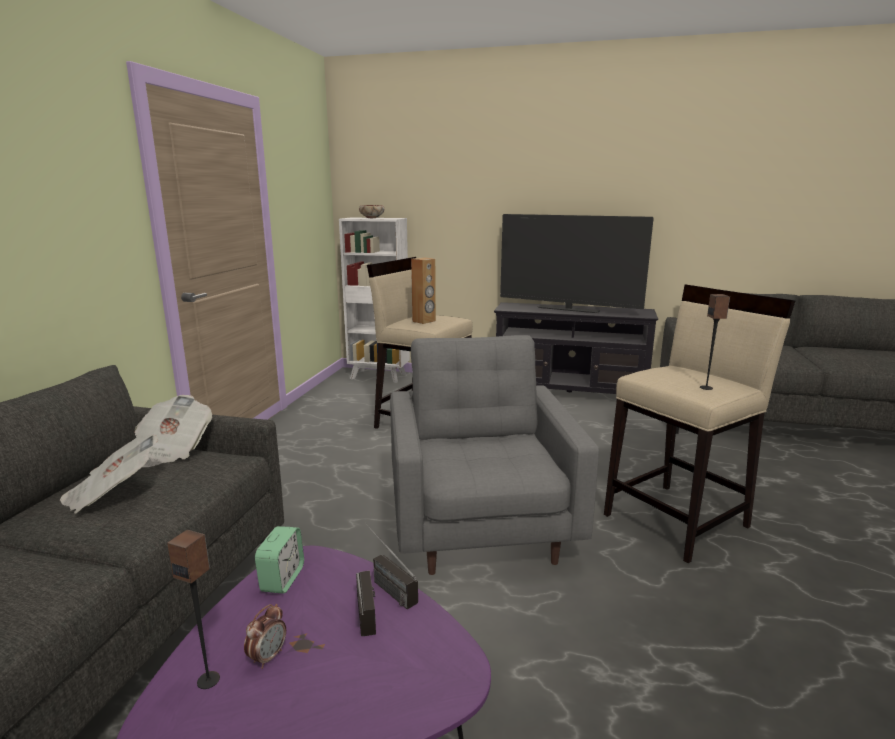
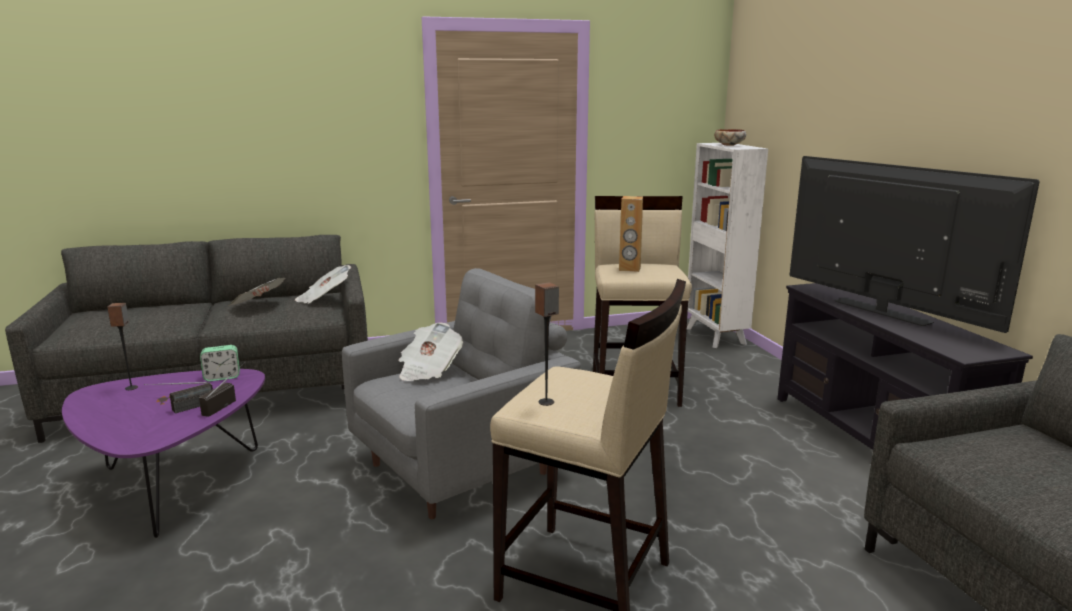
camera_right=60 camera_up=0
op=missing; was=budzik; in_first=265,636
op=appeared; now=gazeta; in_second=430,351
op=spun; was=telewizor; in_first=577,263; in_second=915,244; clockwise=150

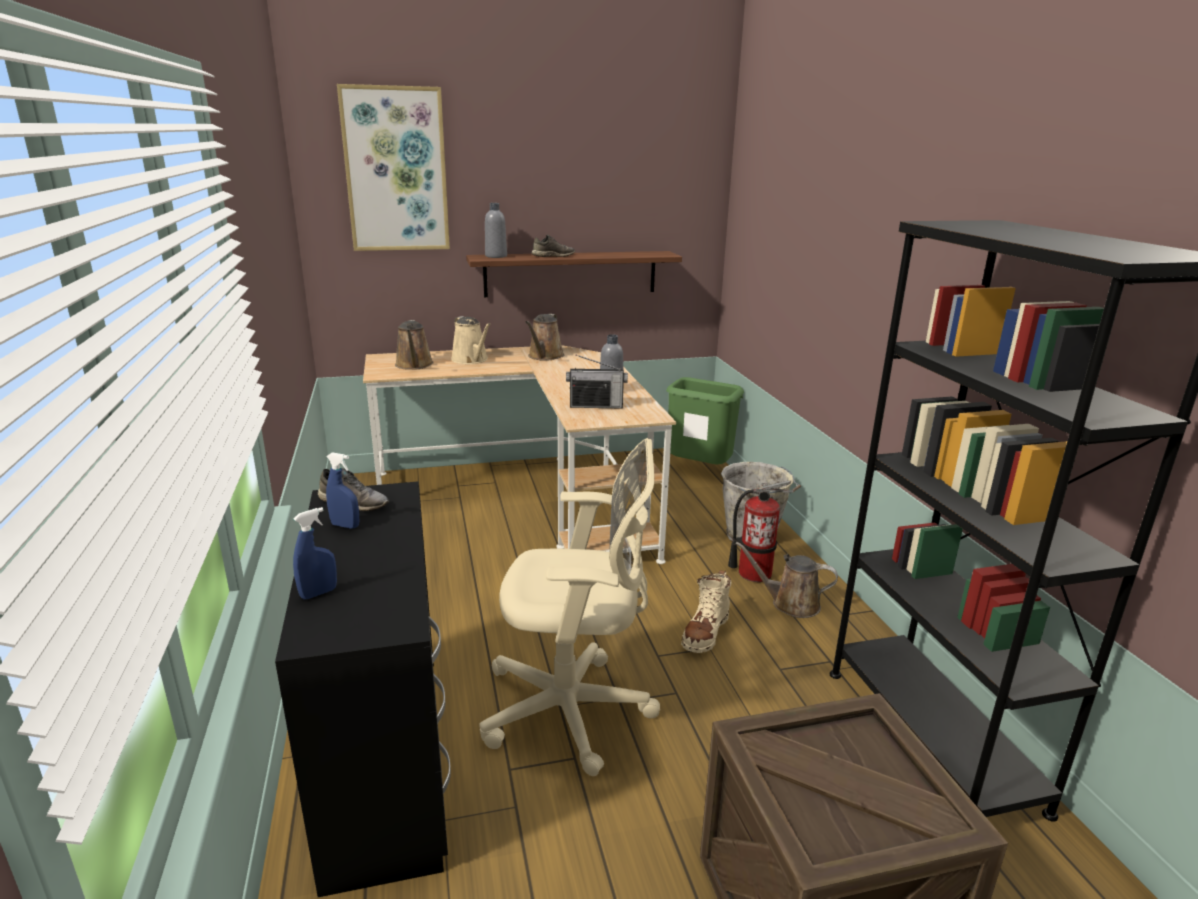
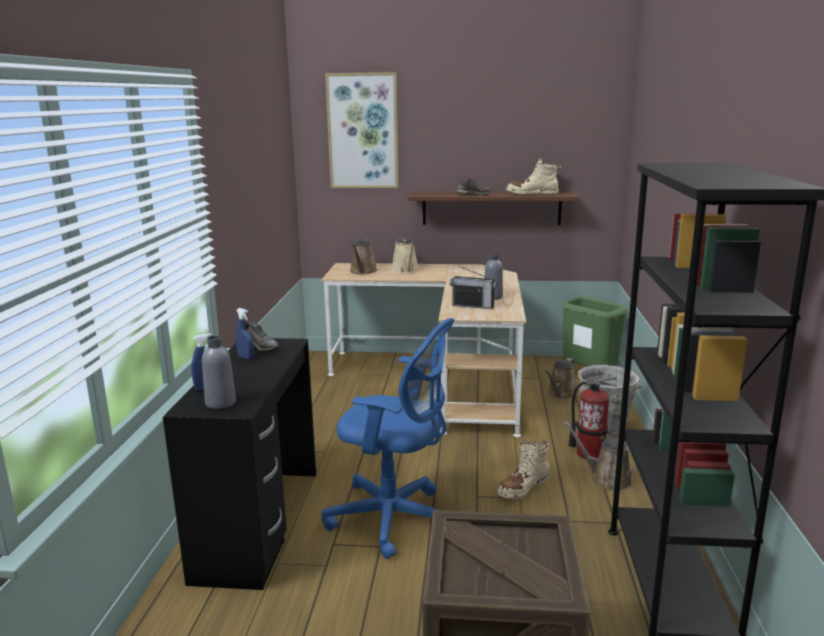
camera_right=20 camera_up=-5
op=appeared; now=but z cholewką [beżowy]; in_second=533,176
op=relocated; was=butelka [szary]; in_first=496,230; in_second=219,372
op=relocated; was=konewka [brązowy]; in_first=544,337; in_second=561,378
op=colour; was=krzesło biurowe [beżowy]; now=krzesło biurowe [niebieski]; in_first=569,607; in_second=388,438

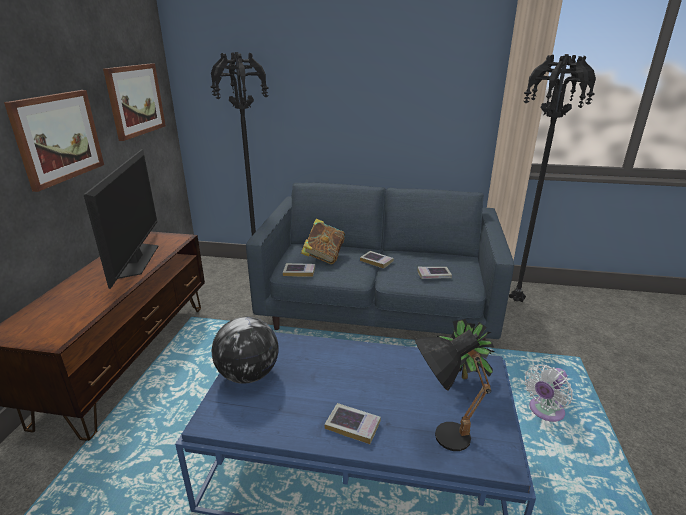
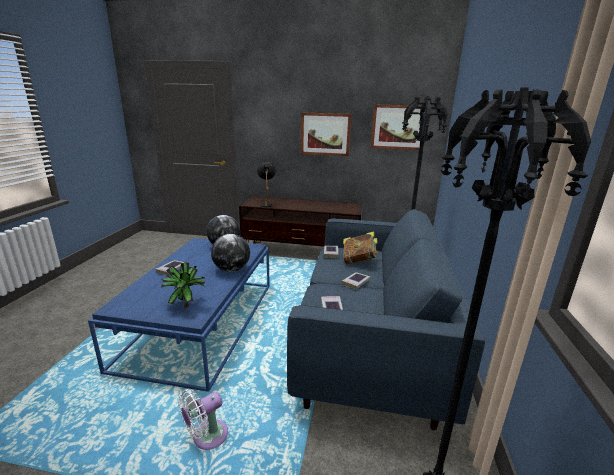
camera_right=90 camera_up=-5
op=missing; was=telewizor; in_first=121,219
op=appeared; now=globus; in_second=230,253
op=relocated; was=lampa stołowa [czarny]; in_first=453,390; in_second=266,184
op=spun; was=wentylator [biały]; in_first=548,393; in_second=203,419; clockwise=-90

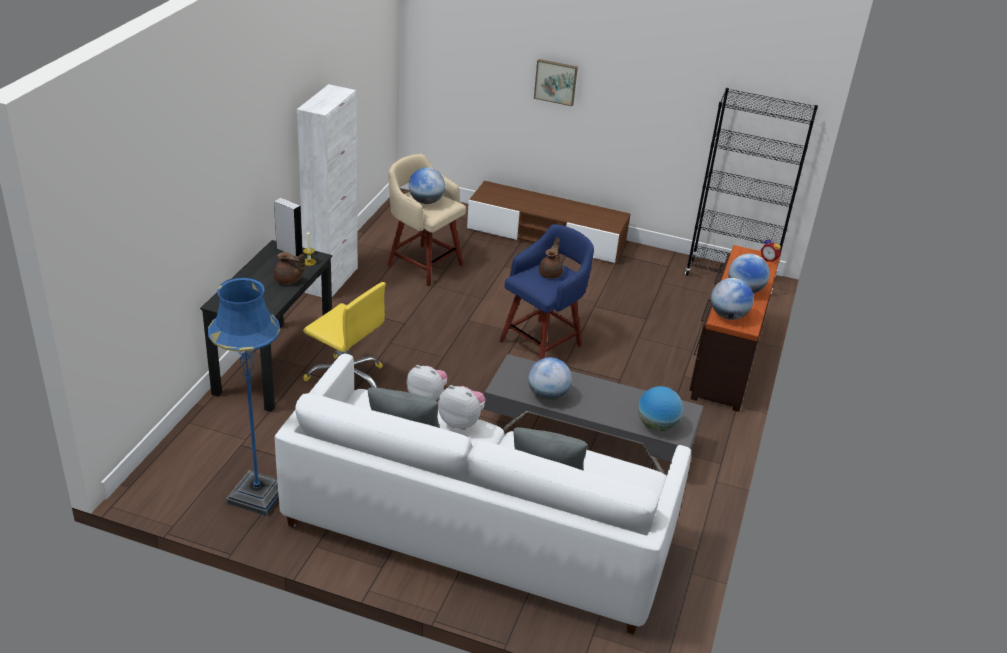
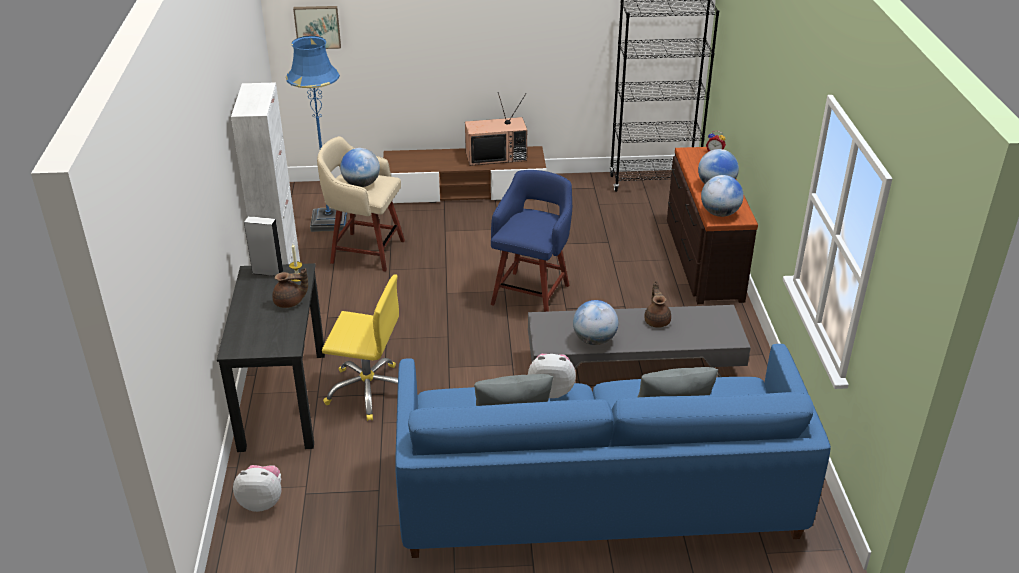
camera_right=-20 camera_up=0
op=missing; was=globus; in_first=660,408
op=appeared; now=telewizor; in_second=496,129
op=relocated; was=lampa stojąca [niebieski]; in_first=244,397; in_second=316,134
op=relocated; was=pluszak; in_first=427,382; in_second=257,488
op=relocated; was=obraz; in_first=556,82; in_second=317,27
op=relocated; was=imbryk [brązowy]; in_first=551,258; in_second=657,304
op=colour; was=kanapa [biały]; now=kanapa [niebieski]; in_first=483,494; in_second=613,451

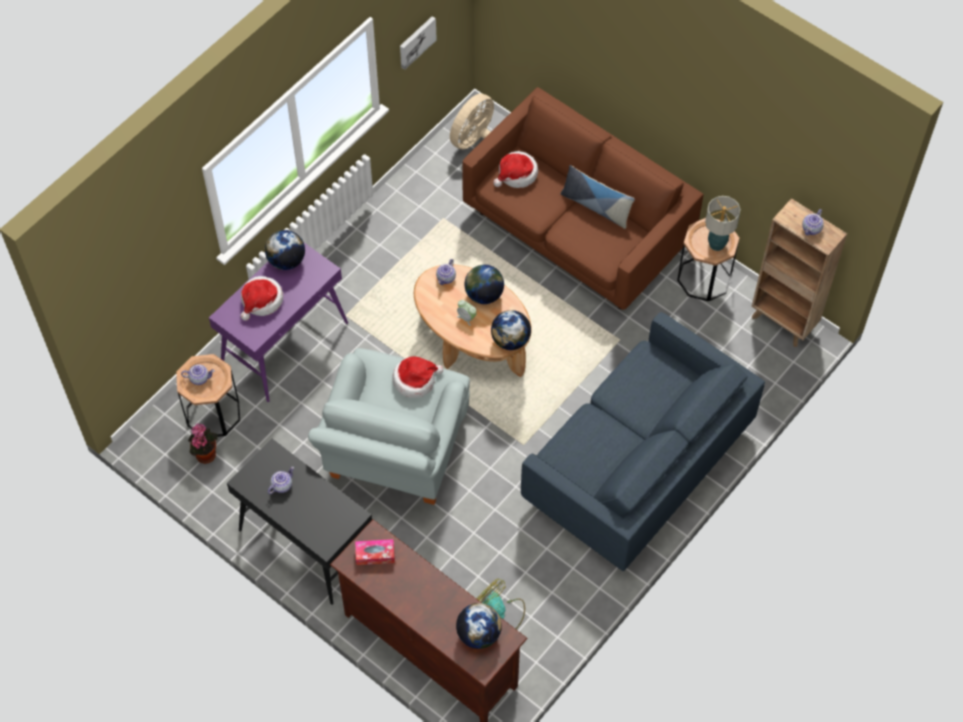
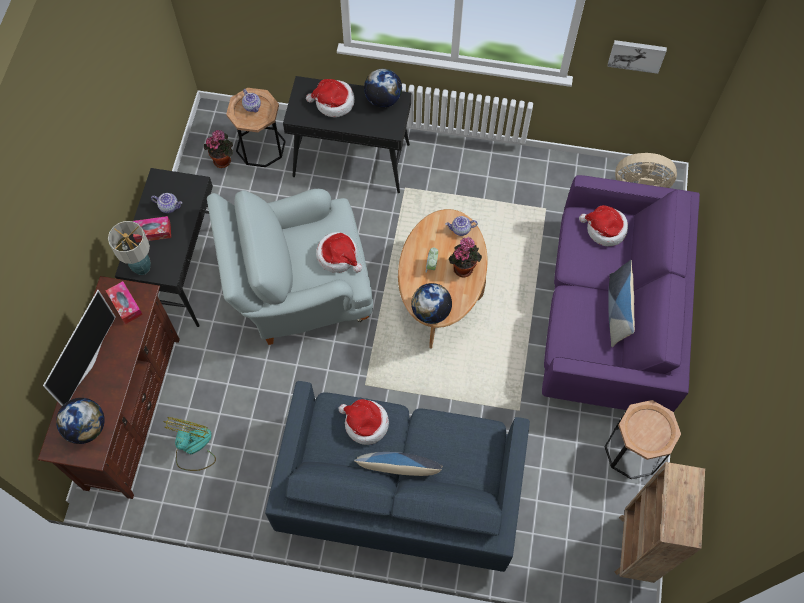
camera_right=60 camera_up=5
op=missing; was=imbryk; in_first=813,222
op=appeared; now=telewizor; in_second=79,348
op=appeared; now=pudełko chusteczek; in_second=152,229
op=appeared; now=kapelusz; in_second=364,422
op=appeared; now=poduszka; in_second=398,464
op=relocated; was=lampa stołowa; in_first=723,223; in_second=129,248
op=exchanged; was=globus; now=roślina doniczkowa; in_first=484,284; in_second=465,257
op=colour; was=stolik konsolowy [fioletowy]; now=stolik konsolowy [czarny]; in_first=278,322; in_second=347,134
op=colour; was=kanapa [brązowy]; now=kanapa [fioletowy]; in_first=583,198; in_second=621,293

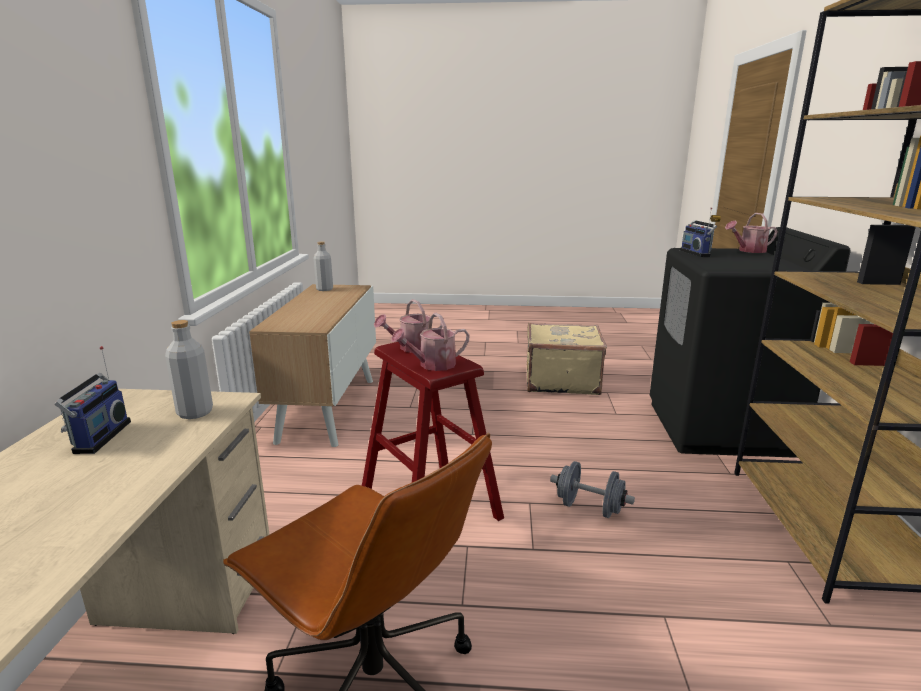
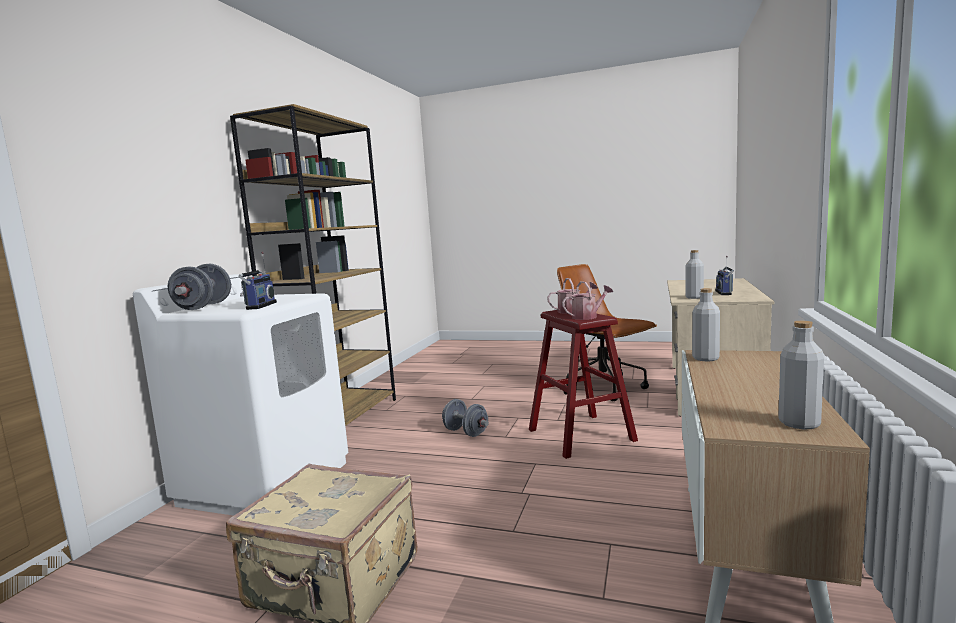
camera_right=-165 camera_up=-10
op=appeared; now=butelka [szary]; in_second=706,325
op=exchanged; was=konewka; now=hantel [szary]; in_first=751,233; in_second=199,287
op=colour; was=pralka [czarny]; now=pralka [biały]; in_first=750,342; in_second=240,395

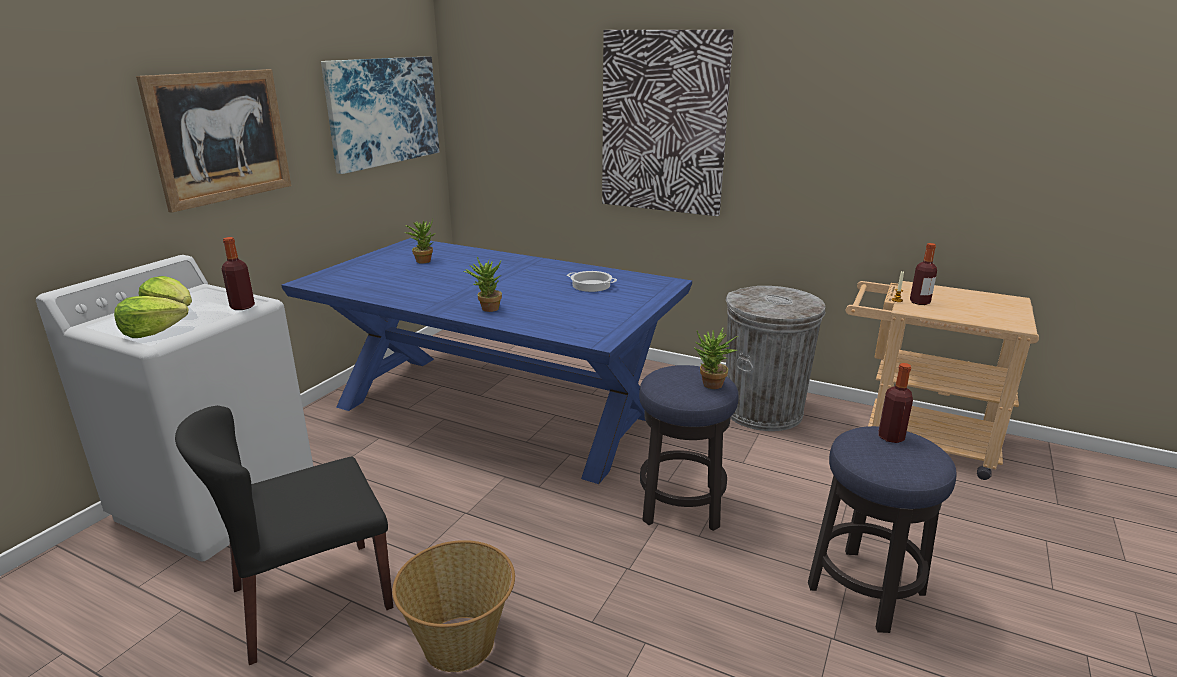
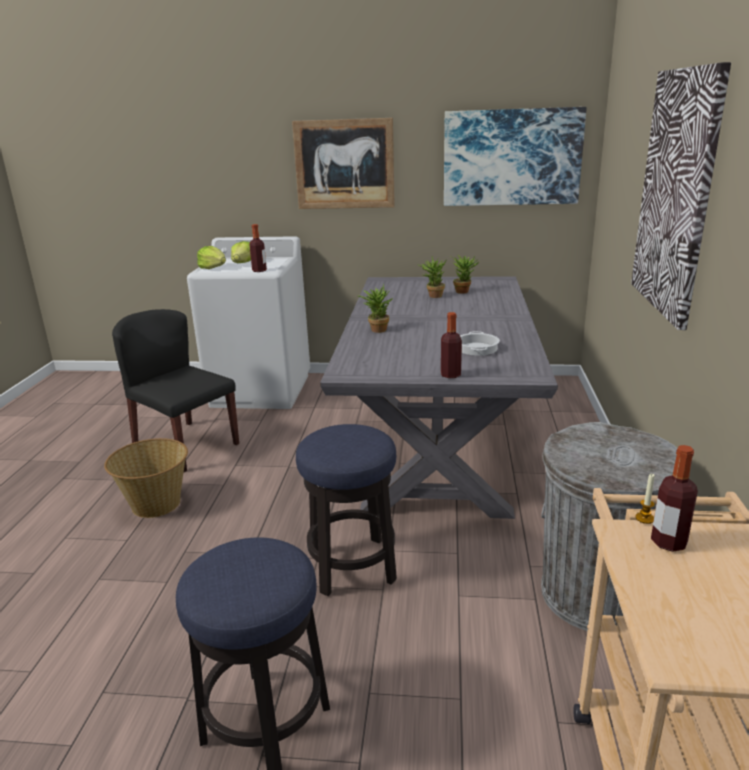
camera_right=70 camera_up=0
op=relocated; was=roślina doniczkowa; in_first=716,358; in_second=431,277
op=relocated; was=butelka; in_first=896,403; in_second=451,345
op=colour; was=stół jadalny [niebieski]; now=stół jadalny [szary]; in_first=486,361; in_second=439,397

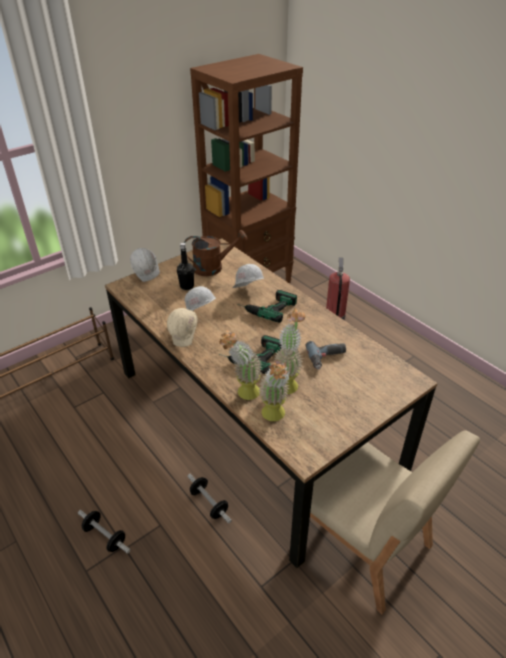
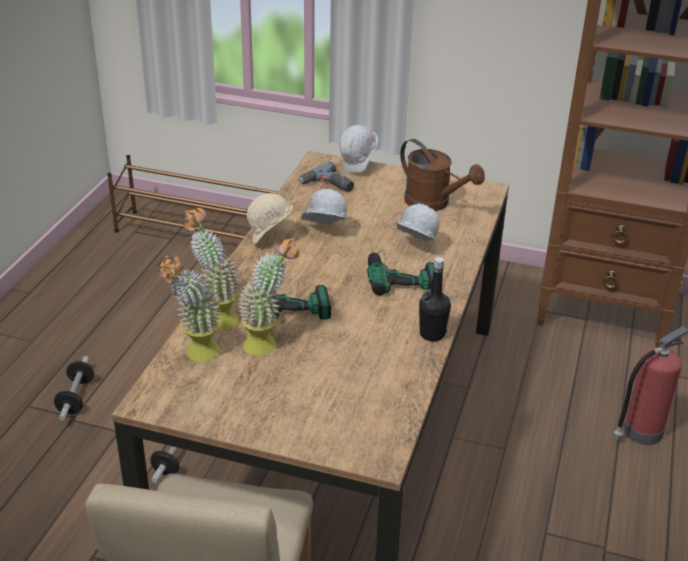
camera_right=55 camera_up=-5
op=relocated; was=butelka [czarny]; in_first=185,266; in_second=435,299
op=relocated; was=wiertarka; in_first=325,355; in_second=326,177

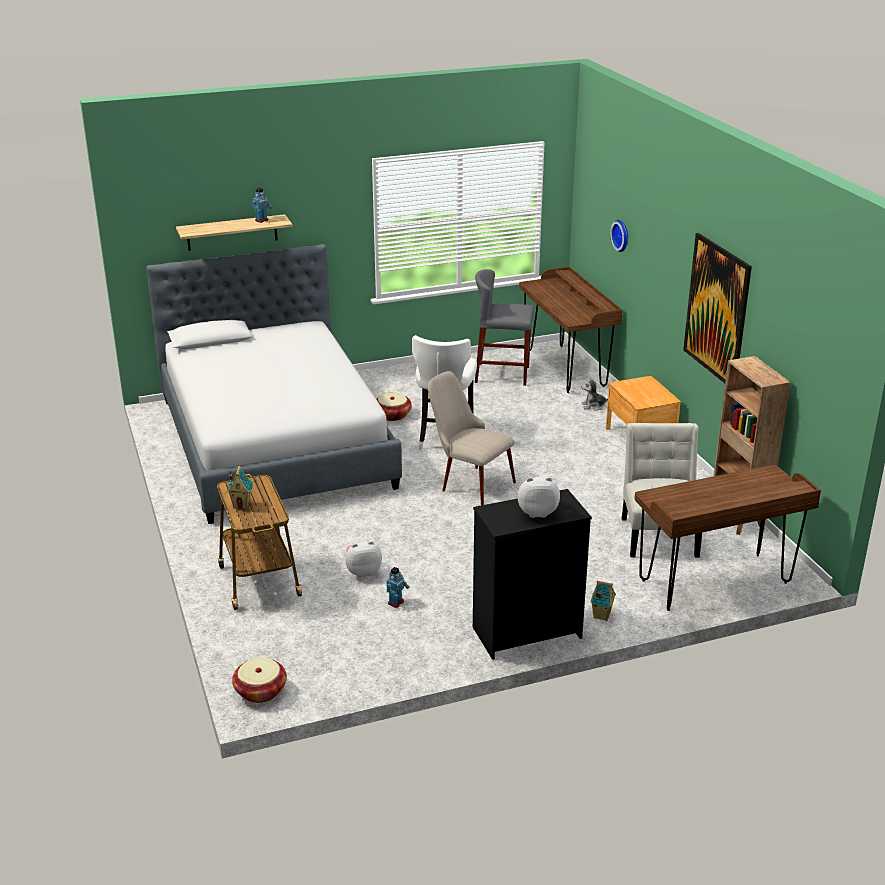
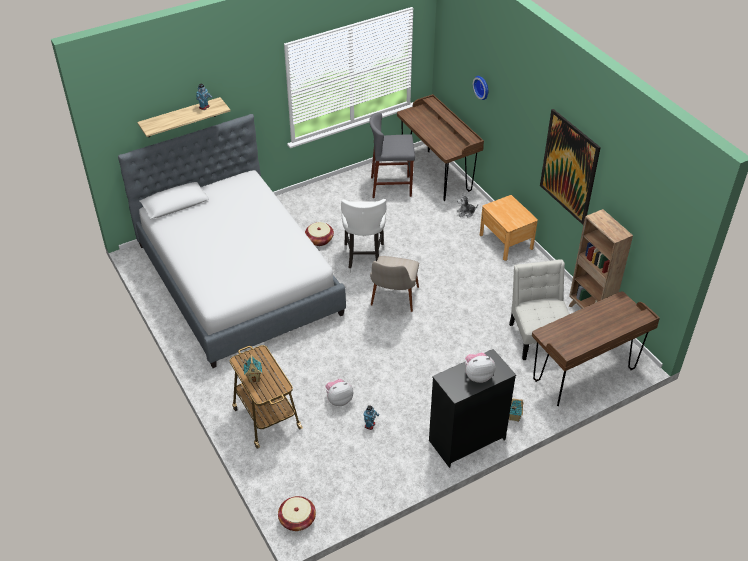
camera_right=-10 camera_up=15
op=spun; was=krzesło [beżowy]; in_first=472,438; in_second=394,284; clockwise=-105

